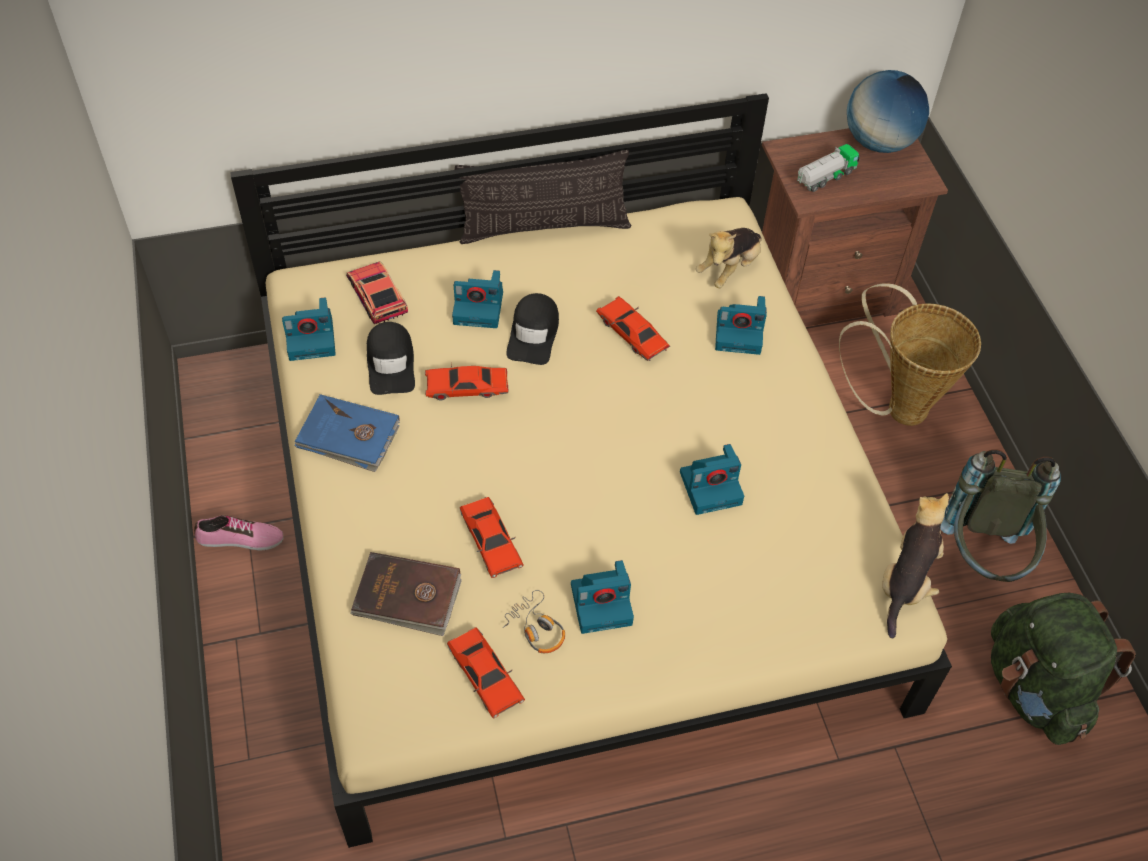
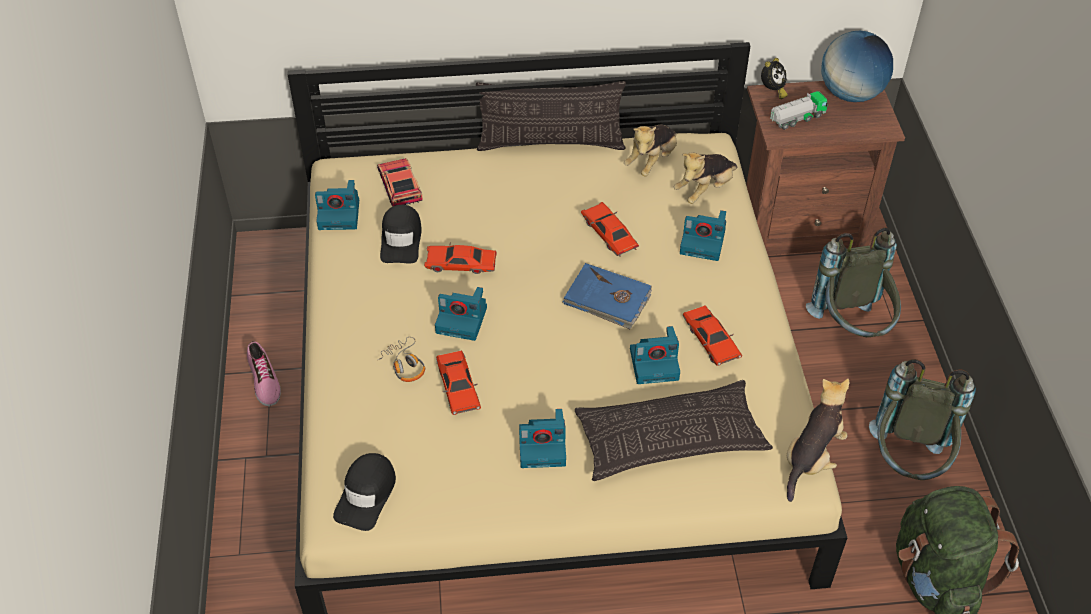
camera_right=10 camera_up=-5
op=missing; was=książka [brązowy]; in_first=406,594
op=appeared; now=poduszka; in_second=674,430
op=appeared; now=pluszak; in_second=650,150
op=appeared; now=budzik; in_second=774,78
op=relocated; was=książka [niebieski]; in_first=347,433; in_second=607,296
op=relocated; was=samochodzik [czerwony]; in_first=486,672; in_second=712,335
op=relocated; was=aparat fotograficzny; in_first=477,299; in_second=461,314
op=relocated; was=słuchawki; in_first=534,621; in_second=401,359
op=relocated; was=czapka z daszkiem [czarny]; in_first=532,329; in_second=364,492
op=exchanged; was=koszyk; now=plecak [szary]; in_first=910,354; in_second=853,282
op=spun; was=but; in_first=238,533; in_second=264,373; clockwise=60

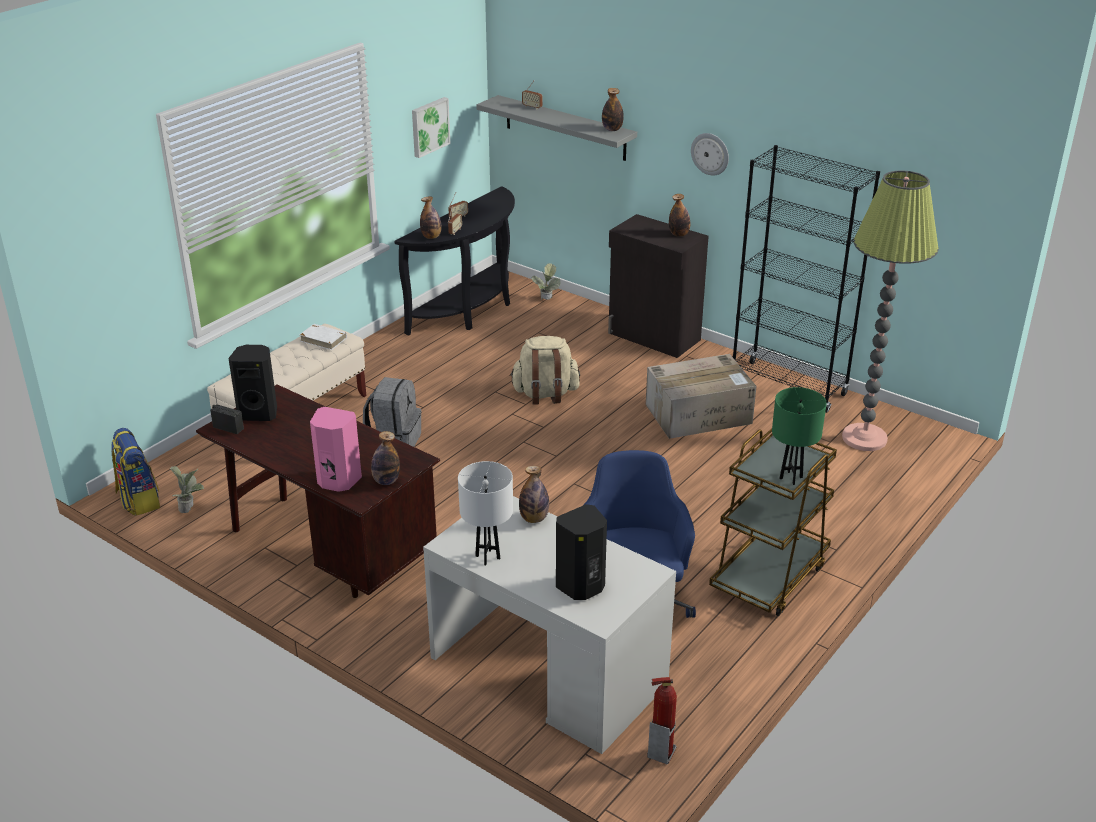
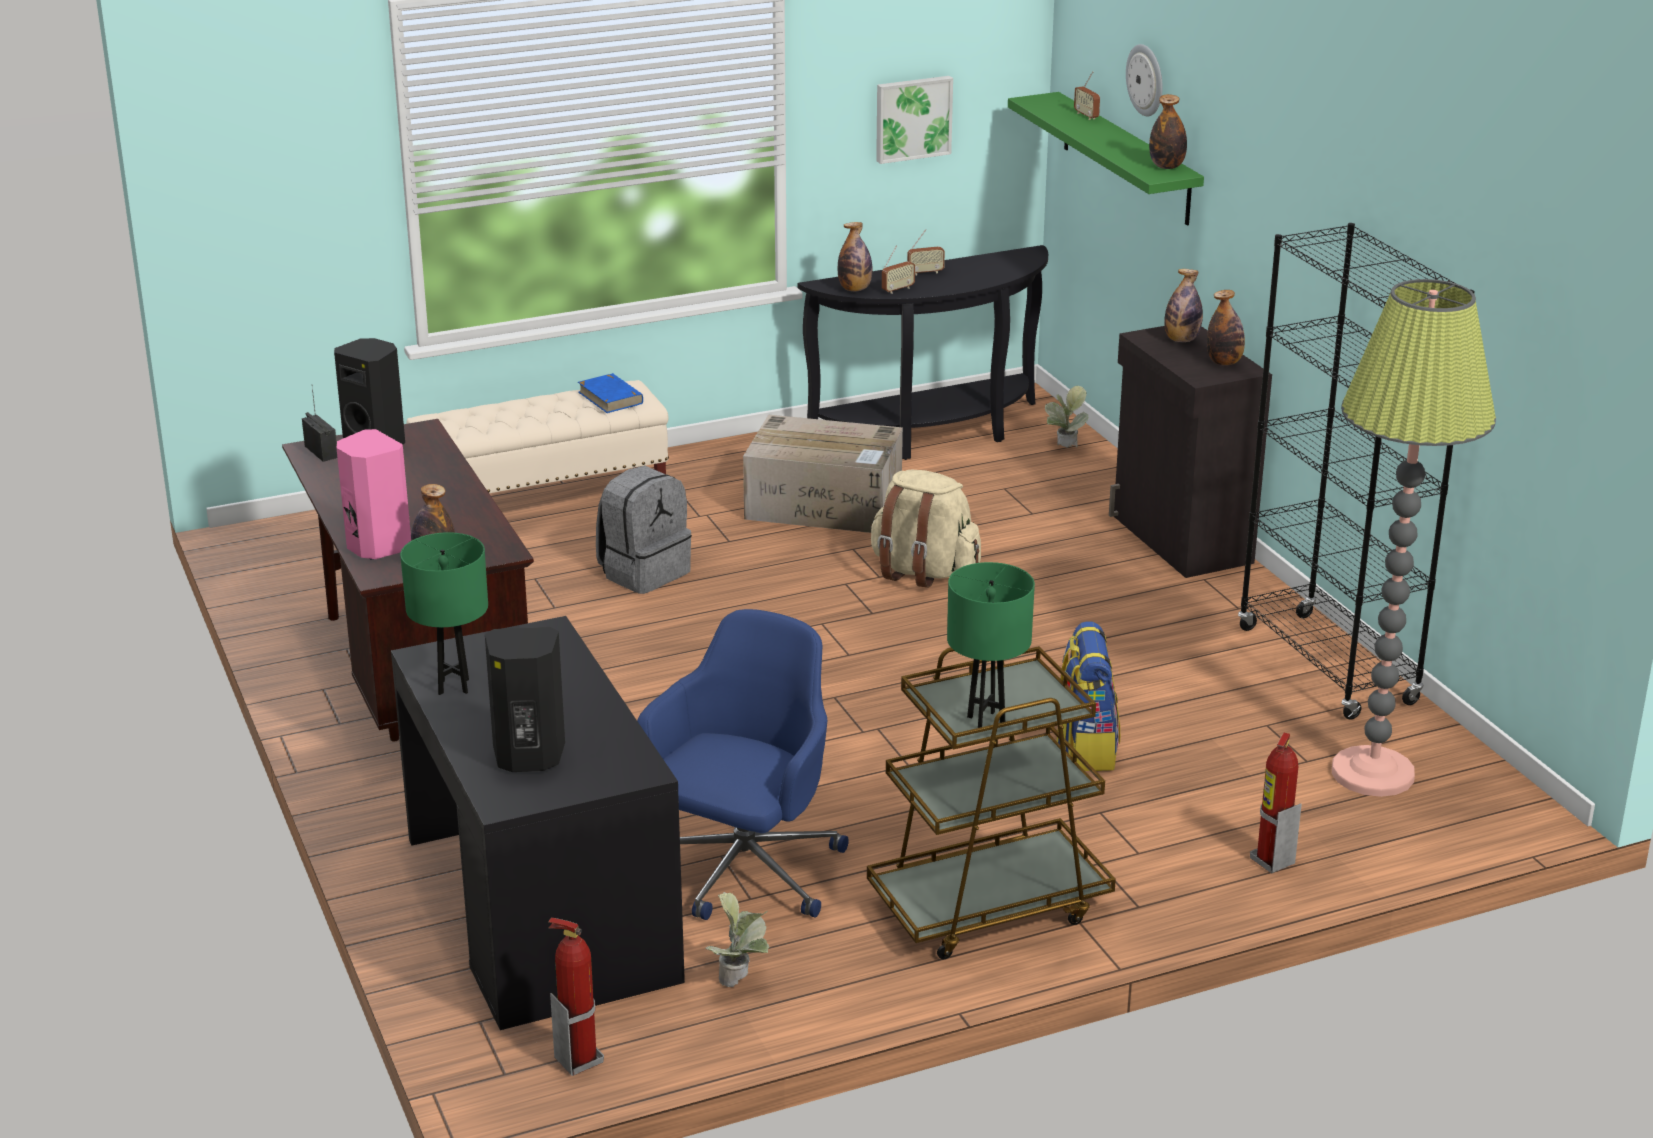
camera_right=30 camera_up=-5
op=appeared; now=gaśnica; in_second=1276,803
op=relocated; was=plecak; in_first=135,472; in_second=1086,696
op=relocated; was=roślina doniczkowa; in_first=187,489; in_second=737,939
op=relocated; was=butelka; in_first=534,494; in_second=1183,305
op=relocated; was=karton; in_first=701,396; in_second=823,474
op=relocated; was=zegar ścienny; in_first=710,154; in_second=1144,80
op=colour; was=książka [biały]; now=książka [niebieski]; in_first=323,337; in_second=610,393
op=colour; was=biurko [biały]; now=biurko [czarny]; in_first=549,625; in_second=538,823
op=colour; was=lampa stołowa [biały]; now=lampa stołowa [zielony]; in_first=485,513; in_second=444,613
op=colour; was=półka [szary]; now=półka [zielony]; in_first=557,128; in_second=1106,159

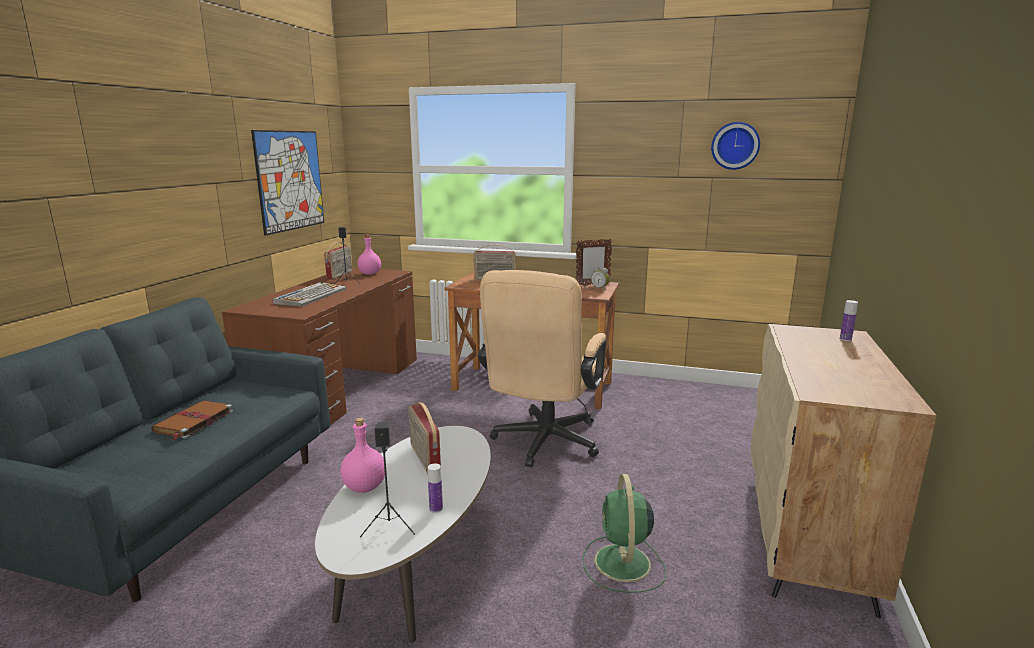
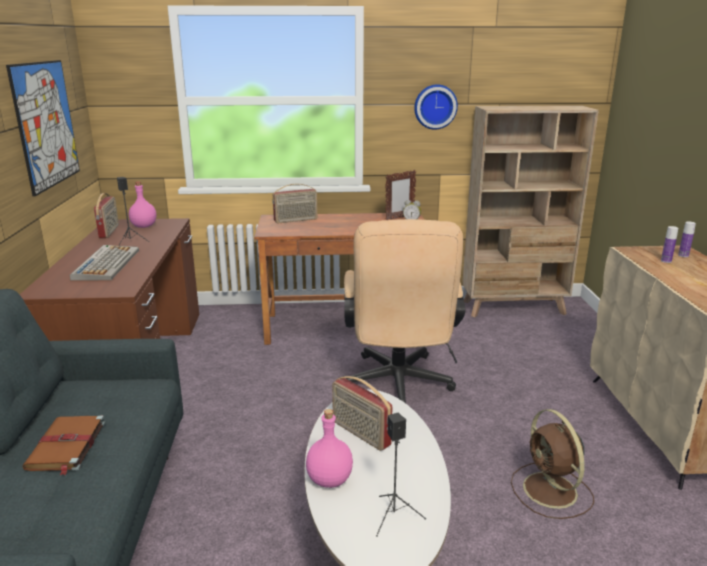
camera_right=-20 camera_up=5
op=appeared; now=regał [beżowy]; in_second=530,211
op=relocated; was=butelka; in_first=435,488; in_second=669,244
op=relocated; was=zegar ścienny; in_first=735,146; in_second=436,107
op=colour; was=wentylator [zielony]; now=wentylator [brązowy]; in_first=625,533; in_second=552,464

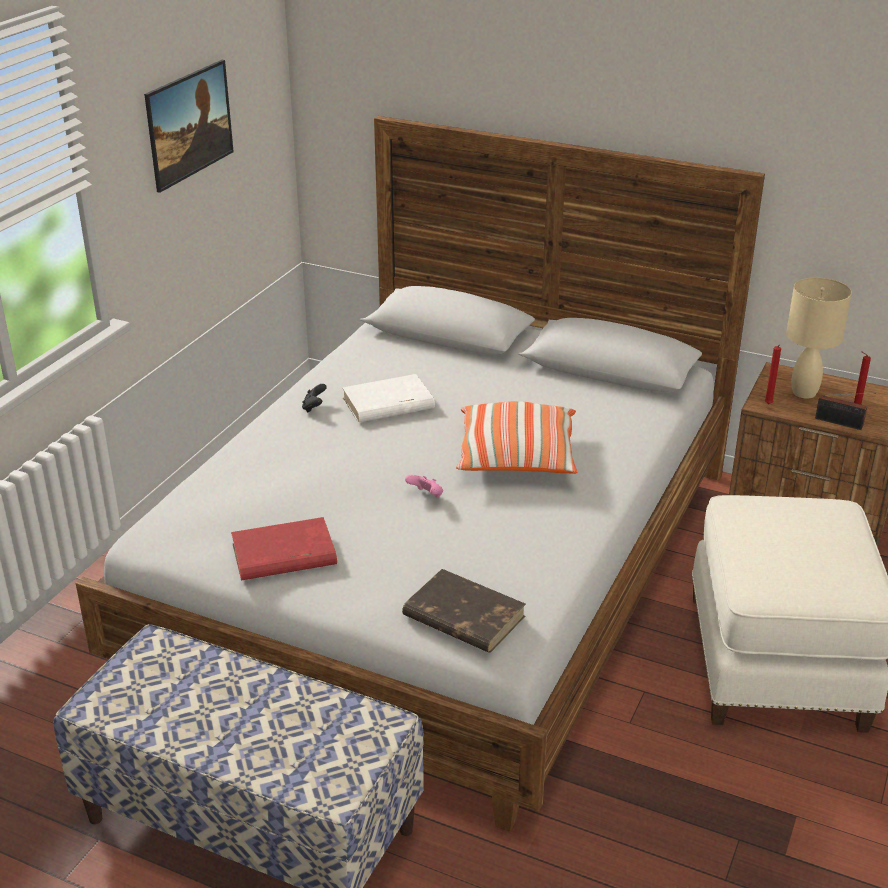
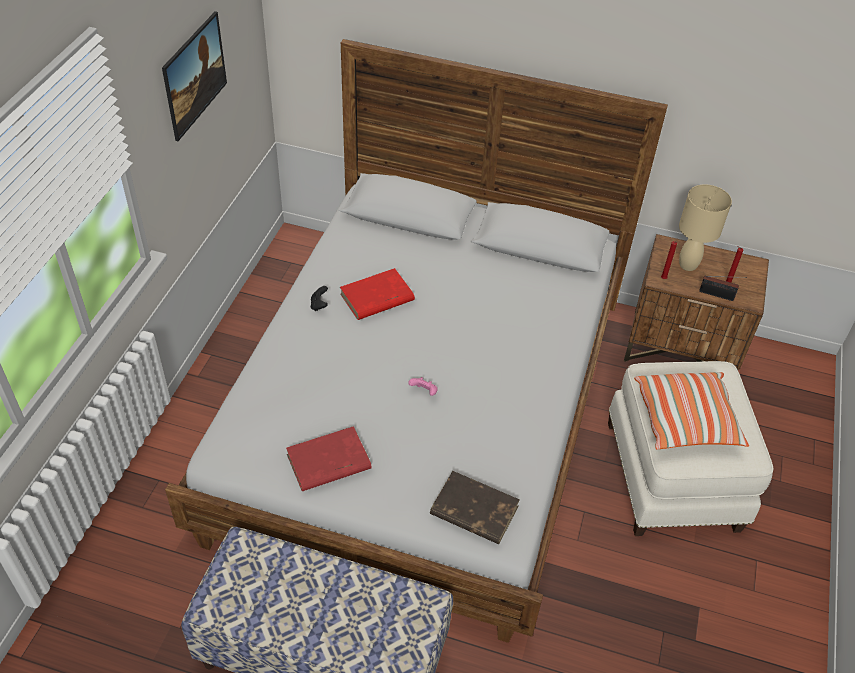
camera_right=-10 camera_up=15
op=relocated; was=poduszka; in_first=516,437; in_second=691,411
op=colour; was=książka [biały]; now=książka [czerwony]; in_first=389,398; in_second=377,294

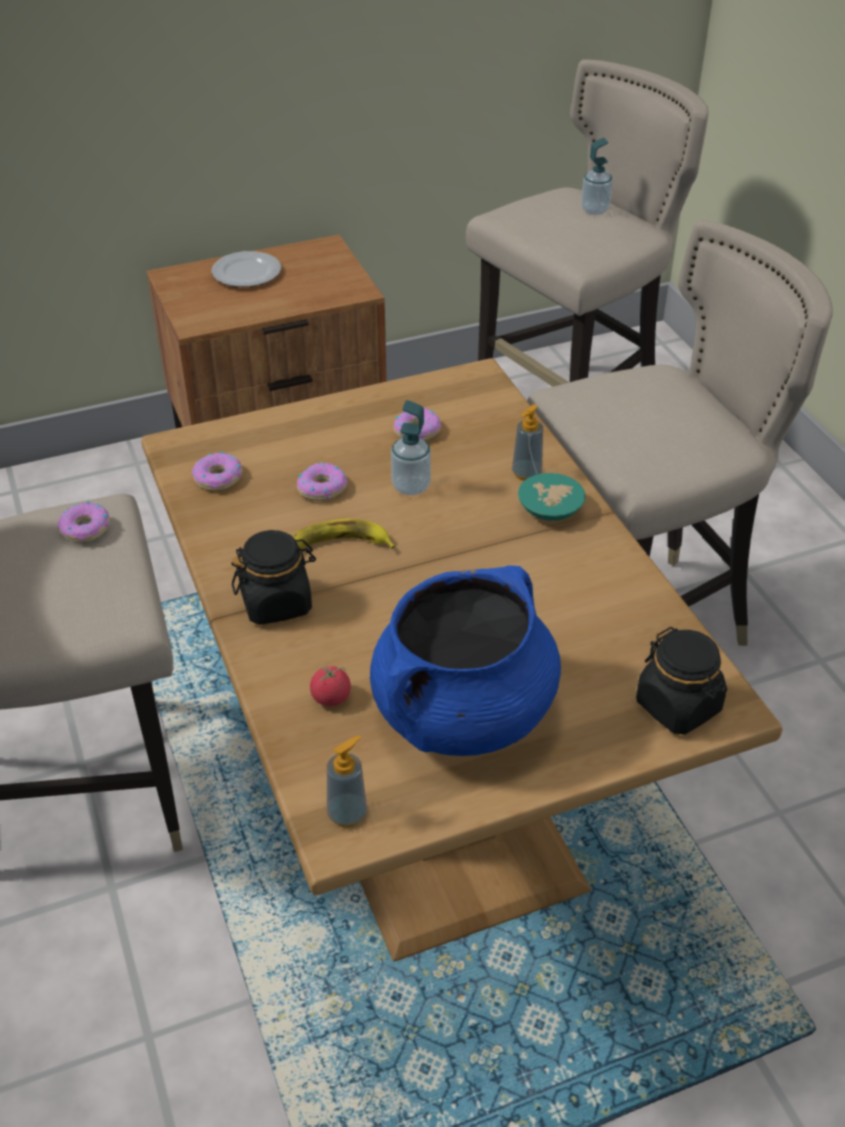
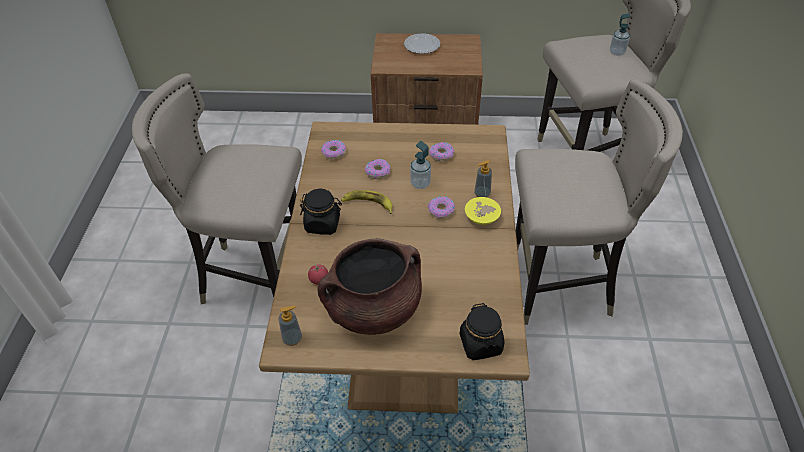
camera_right=25 camera_up=5
op=relocated; was=donut; in_first=84,521; in_second=441,207
op=colour; was=garnek [niebieski]; now=garnek [brązowy]; in_first=465,660; in_second=369,286
op=colour; was=miska [turkusowy]; now=miska [żółty]; in_first=551,497; in_second=483,211

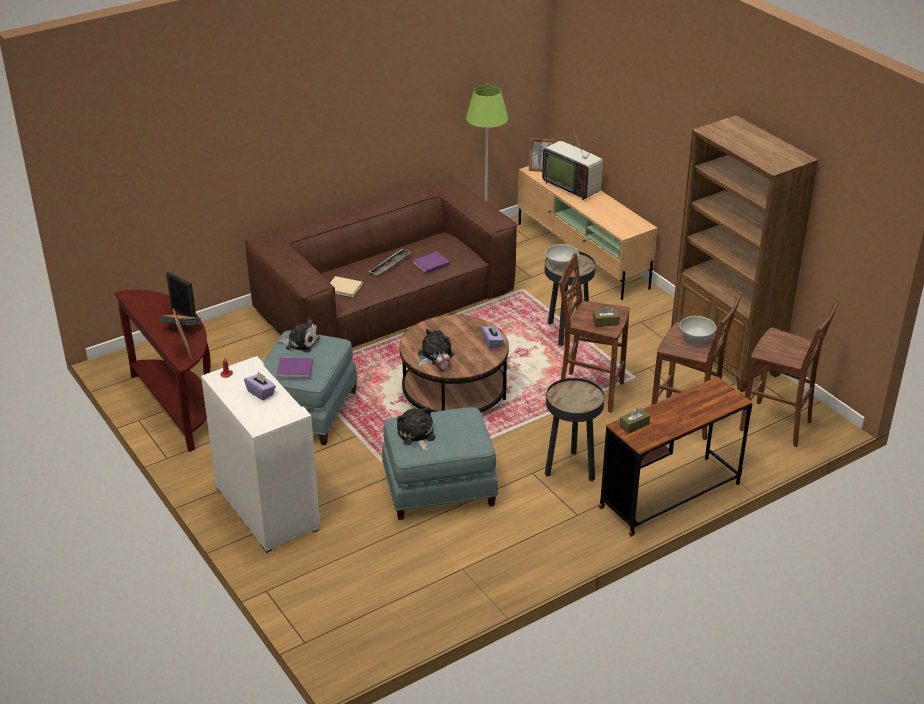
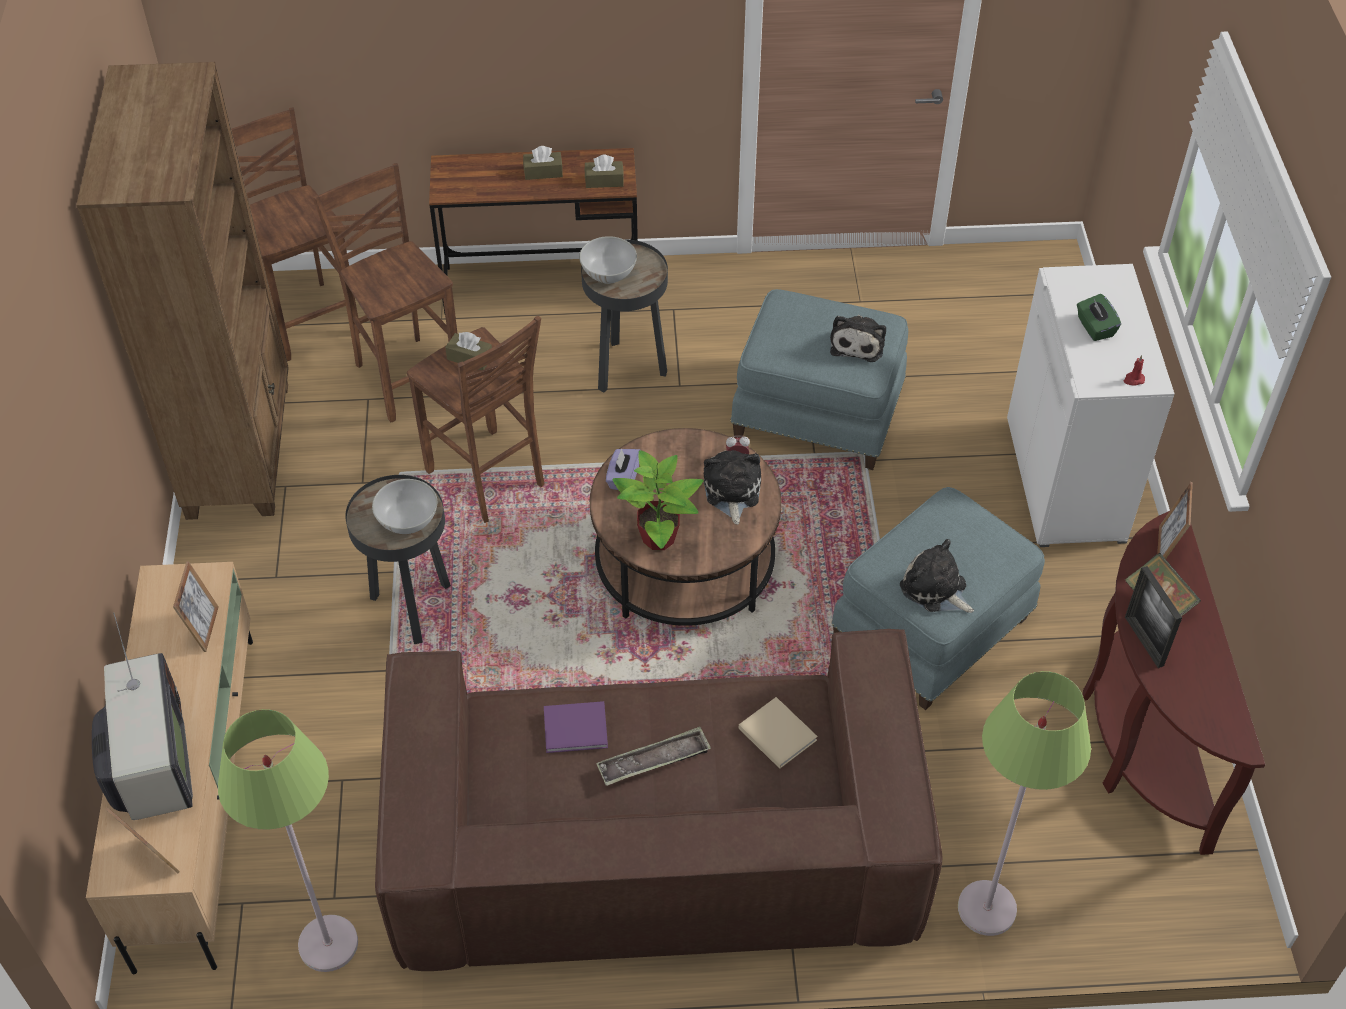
camera_right=-150 camera_up=15
op=missing; was=książka [fioletowy]; in_first=295,368
op=appeared; now=ramka na zdjęcie; in_second=196,606
op=appeared; now=pudełko chusteczek [brązowy]; in_second=543,163
op=appeared; now=roślina doniczkowa; in_second=658,500
op=appeared; now=lampa stojąca [zielony]; in_second=1024,803
op=relocated; was=miska [biały]; in_first=698,330; in_second=608,260
op=colour; was=pudełko chusteczek [fioletowy]; now=pudełko chusteczek [zielony]; in_first=260,386; in_second=1099,317
op=spun; was=pluszak; in_first=435,348; in_second=732,487; clockwise=105

